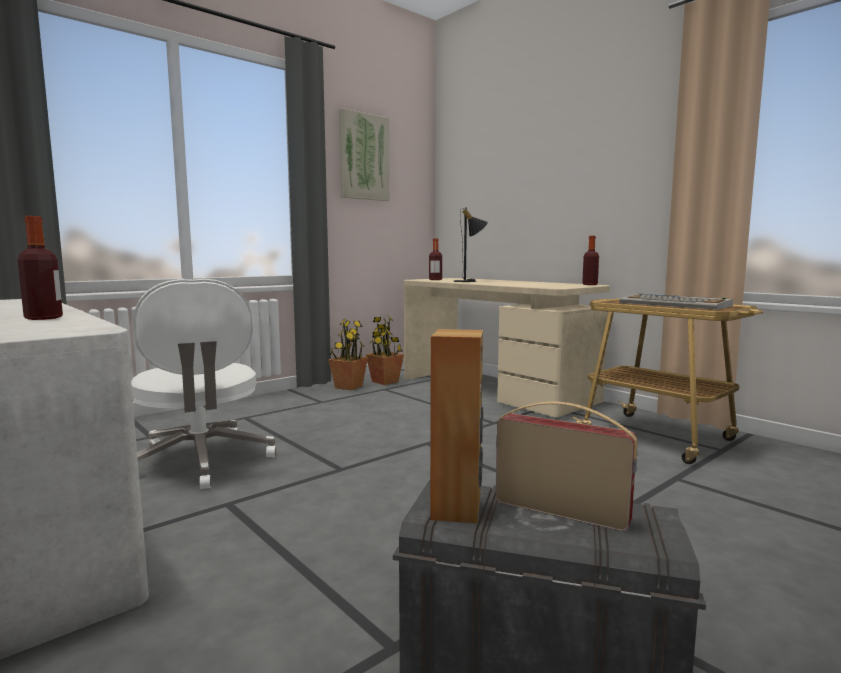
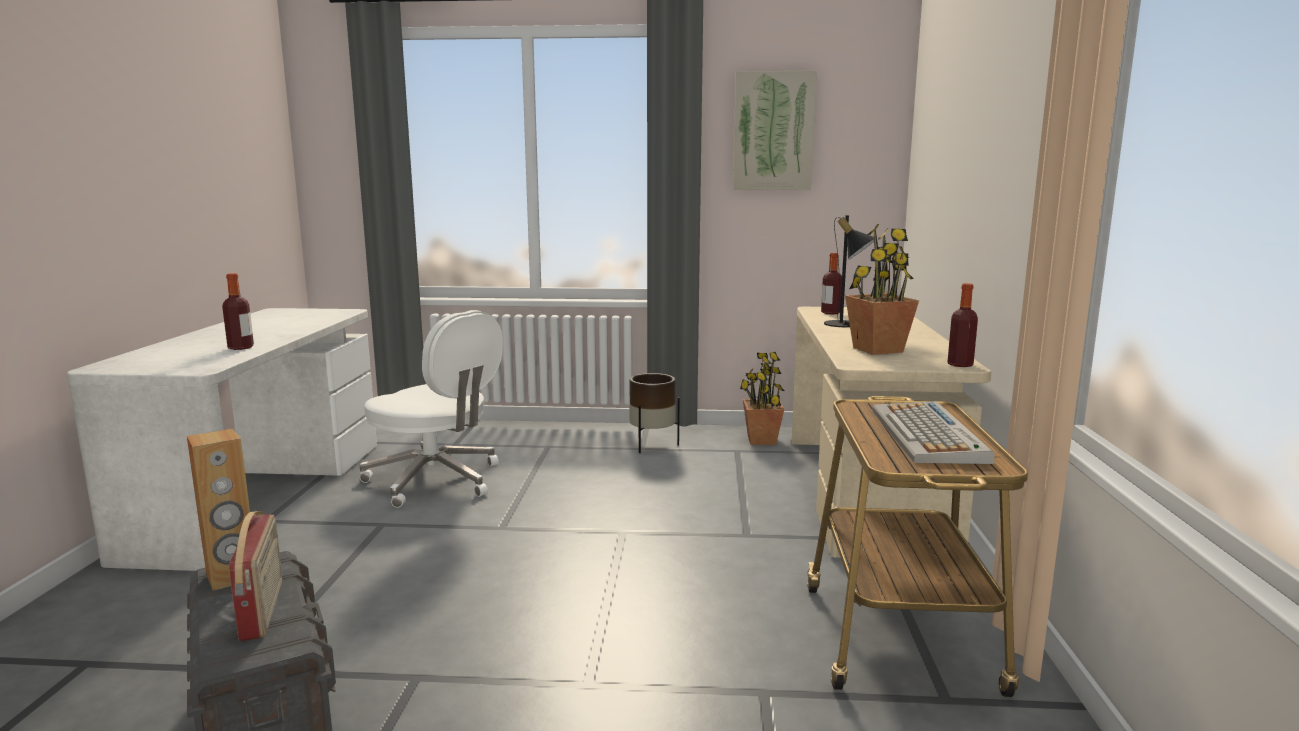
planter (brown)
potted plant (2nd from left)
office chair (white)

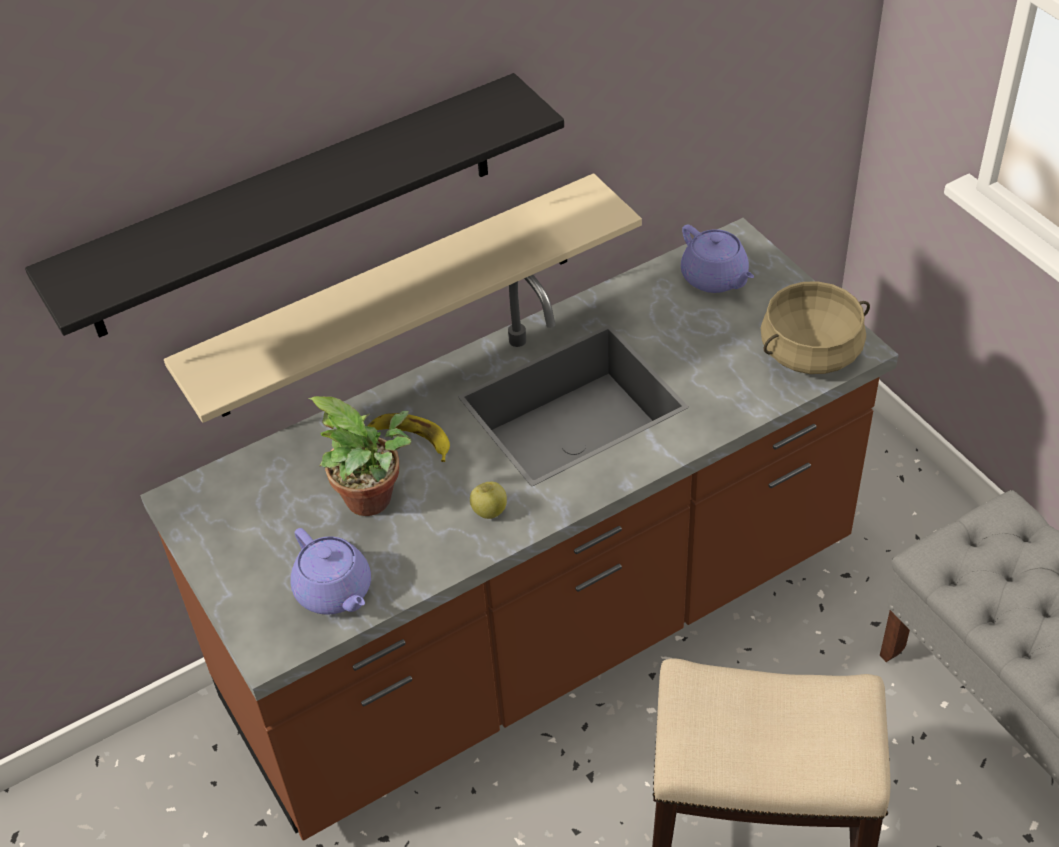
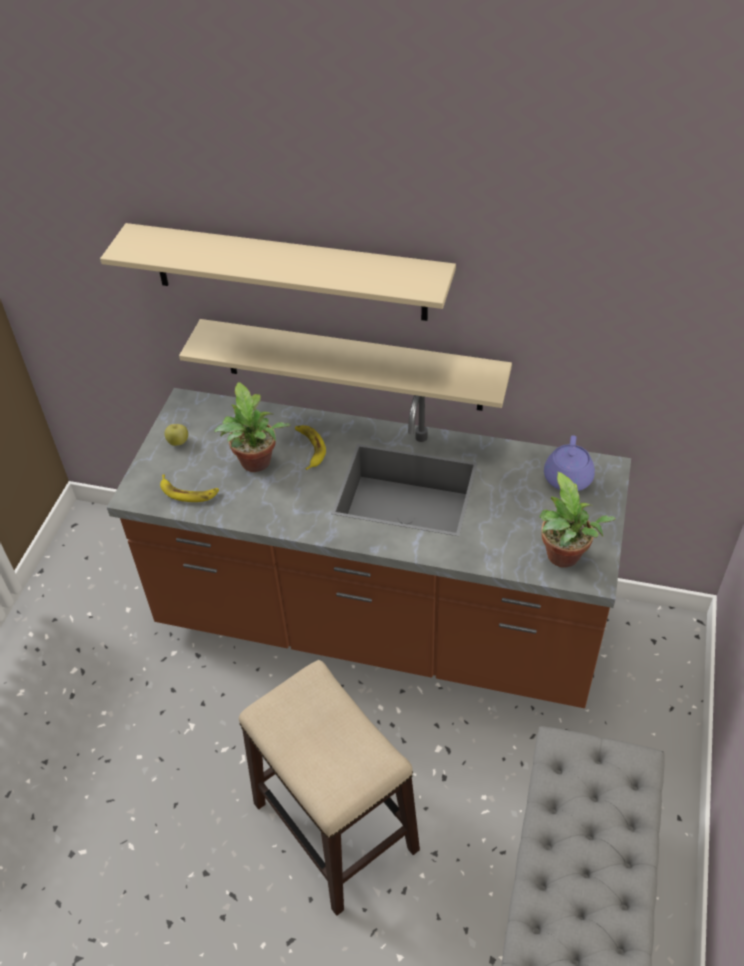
apple
banana (1st from left)
potted plant (2nd from left)
shelf (beige) (1st from left)

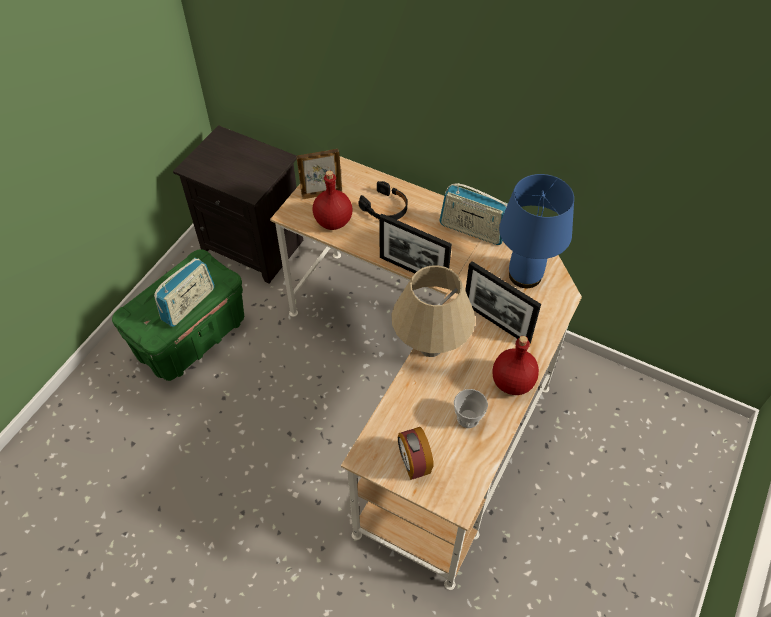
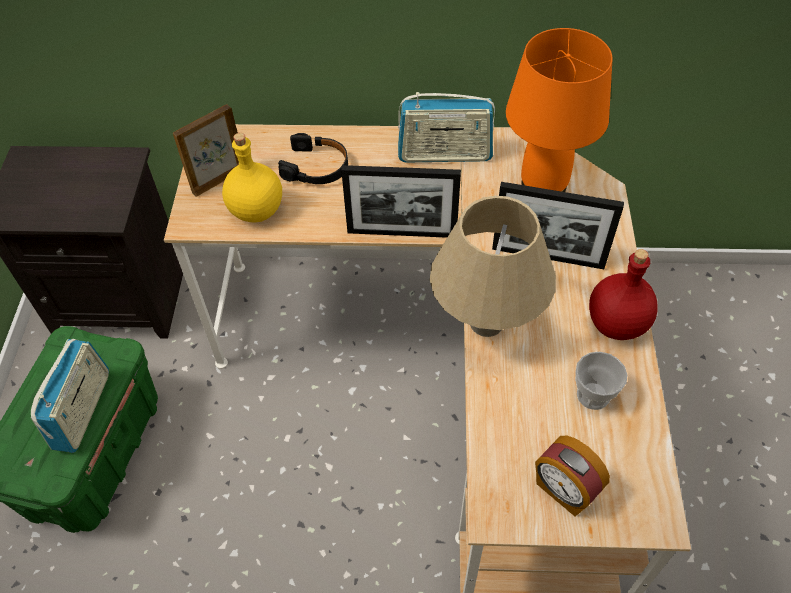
bottle (yellow)
table lamp (orange)

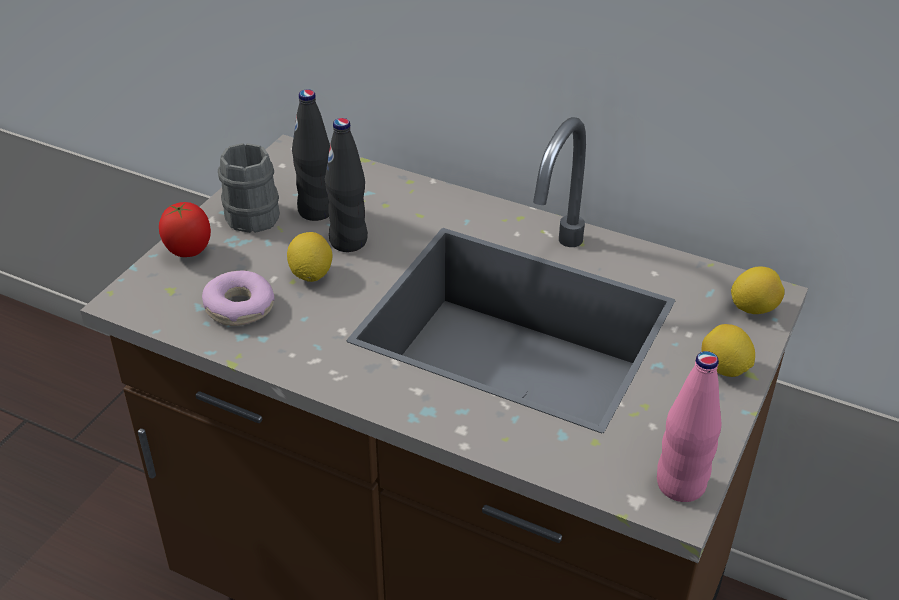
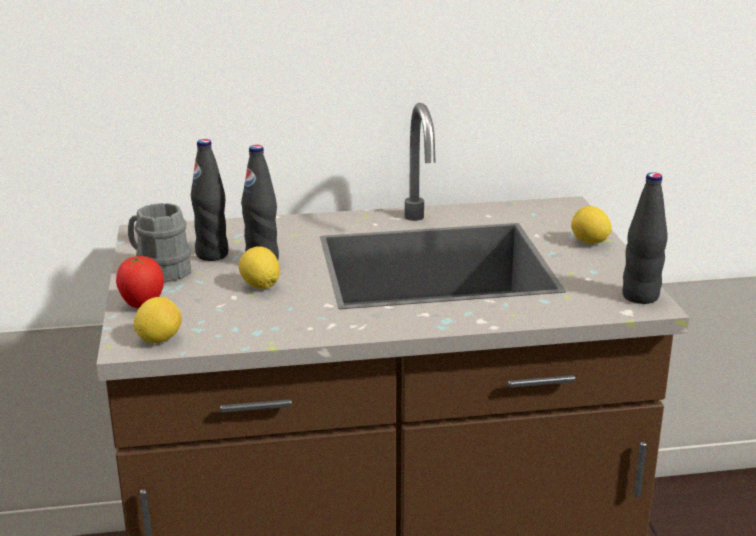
donut
lemon (1st from left)
bottle (black) (3rd from left)

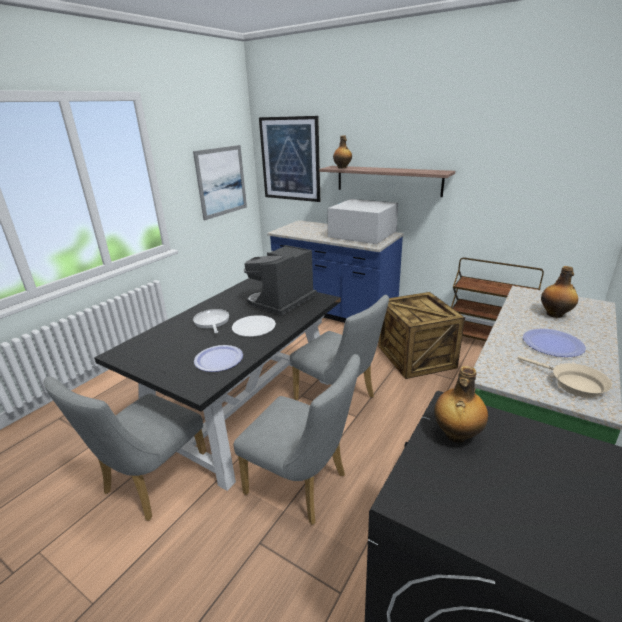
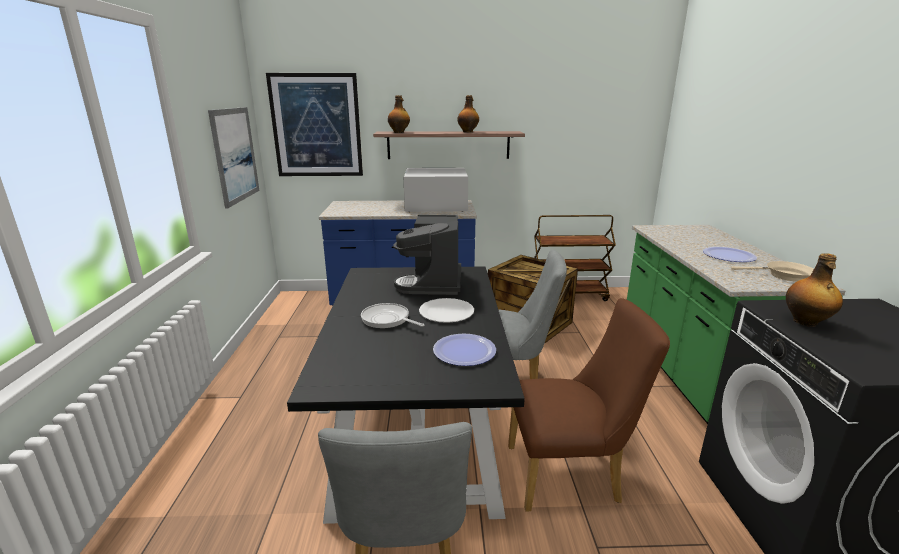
bottle (2nd from left)
chair (brown)

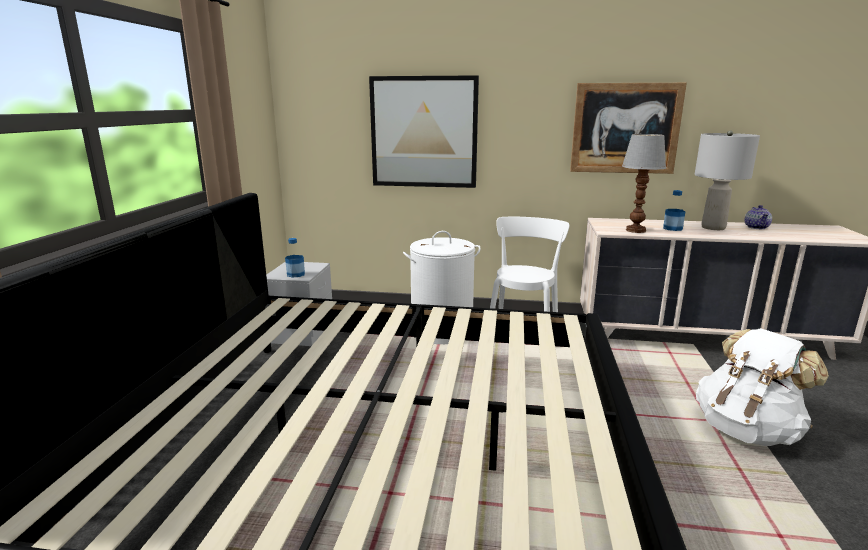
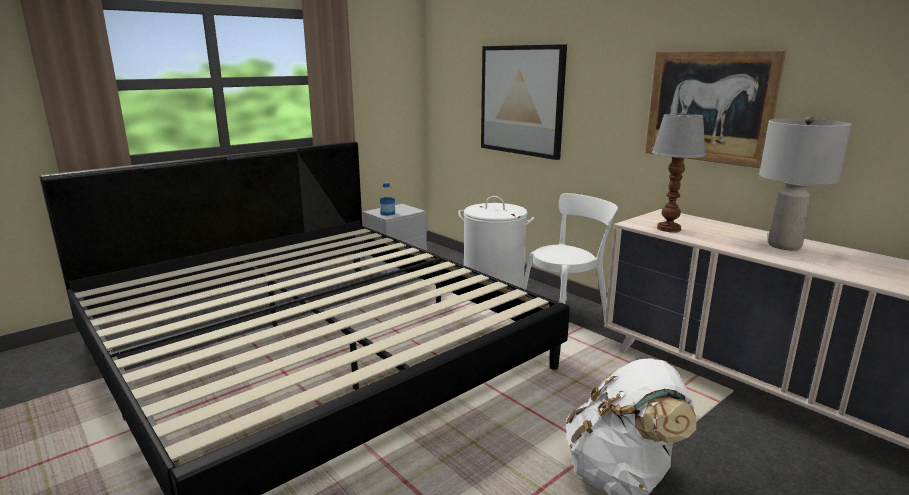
bottle (2nd from left in the first image)
teapot

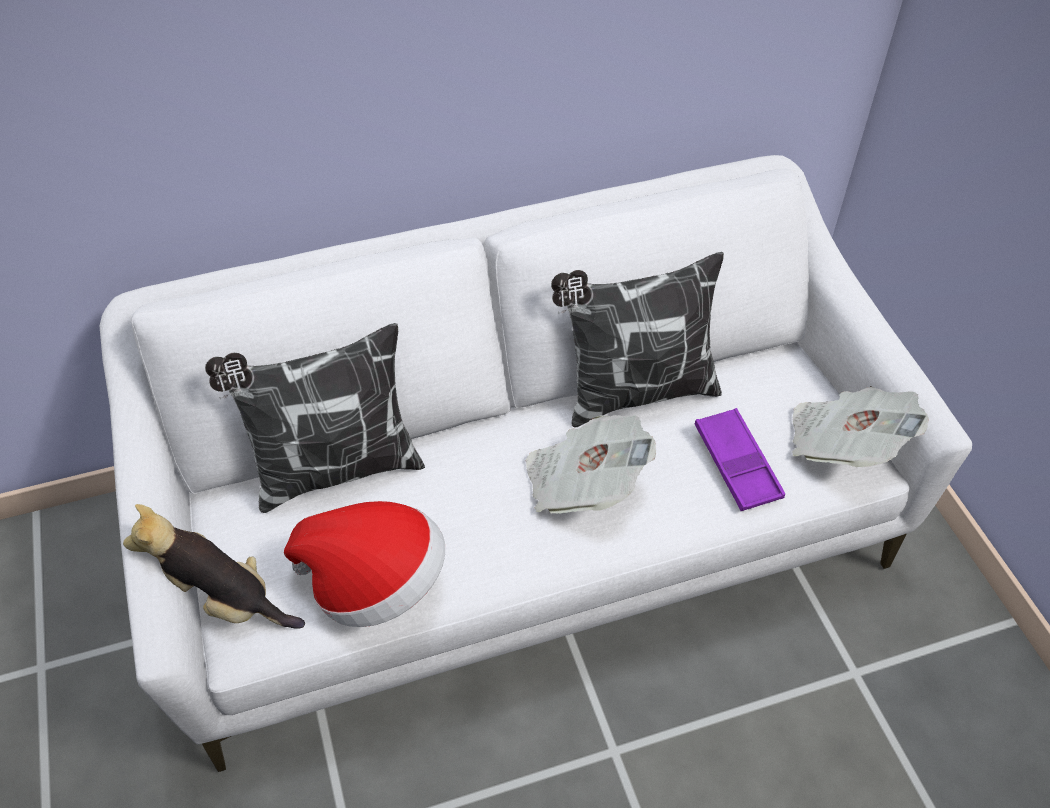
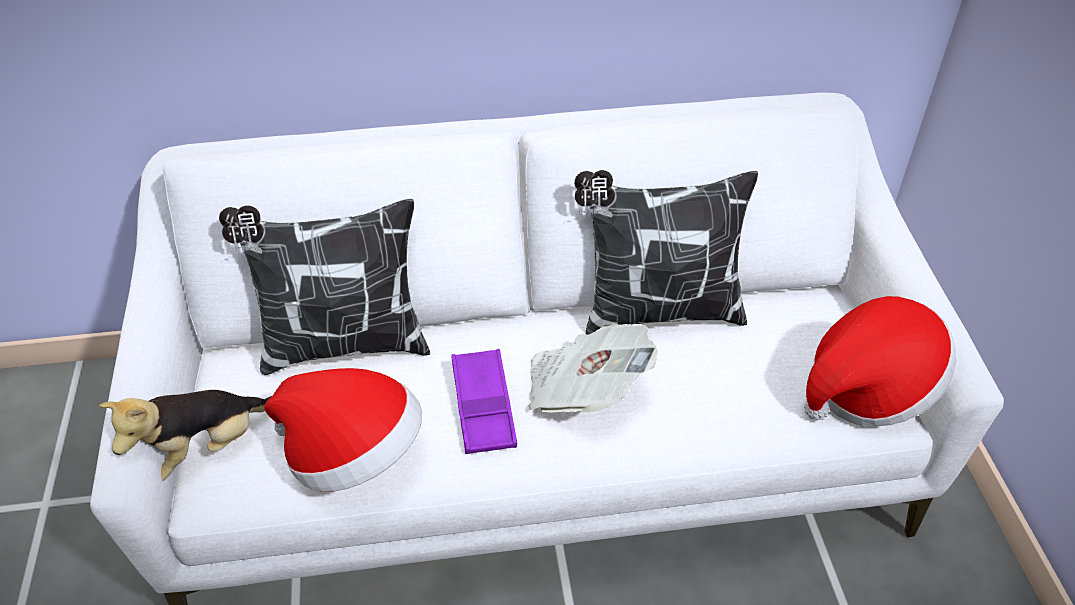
tray (purple)
hat (2nd from left)
plush toy

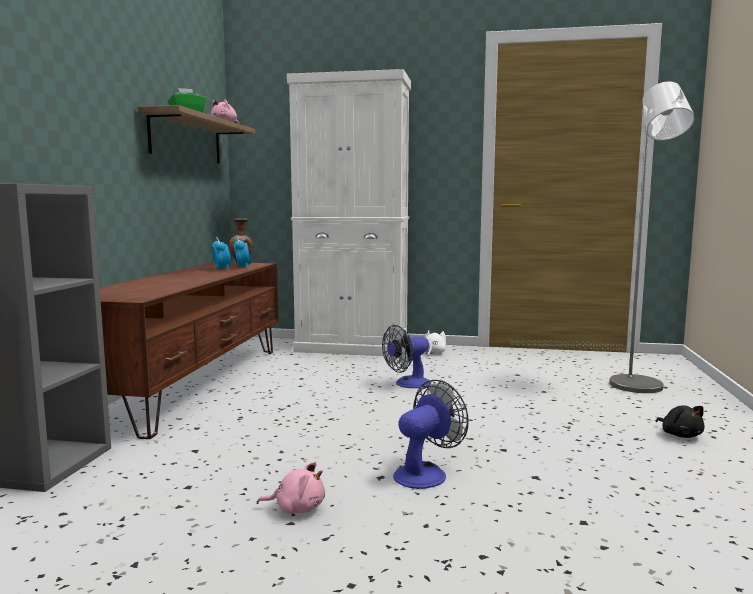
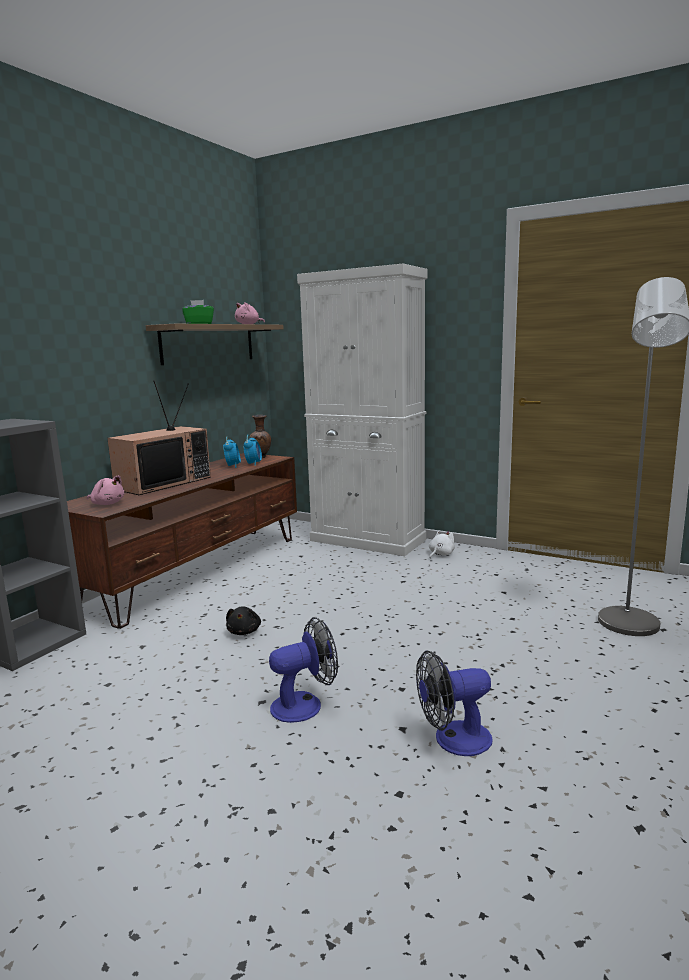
television
plush toy (pink) (1st from left)
fan (2nd from left)
plush toy (black)

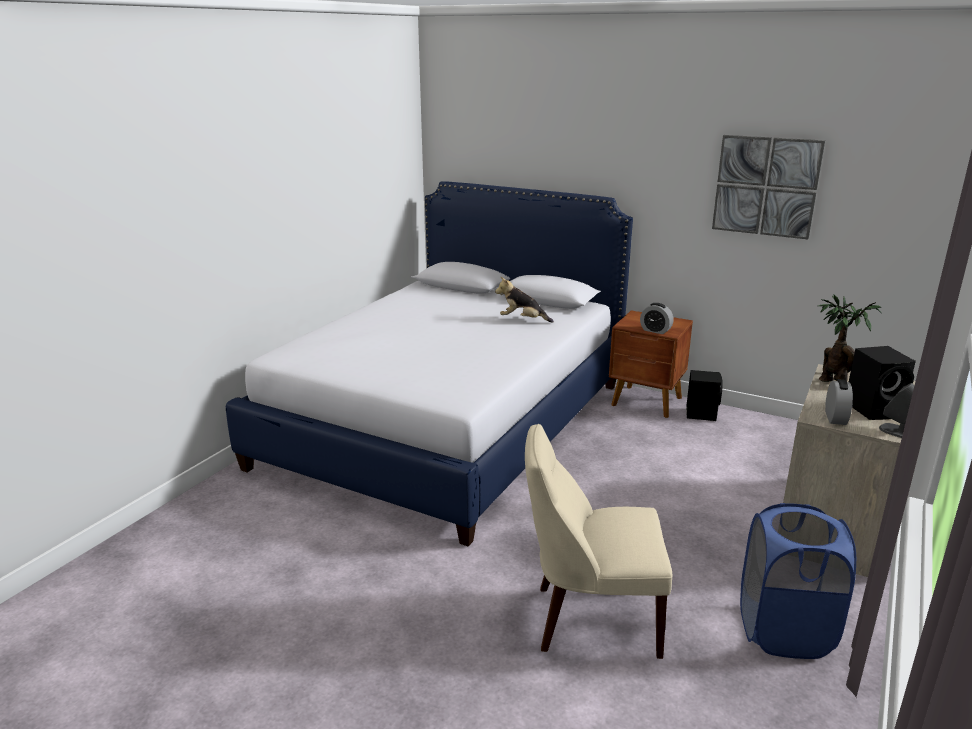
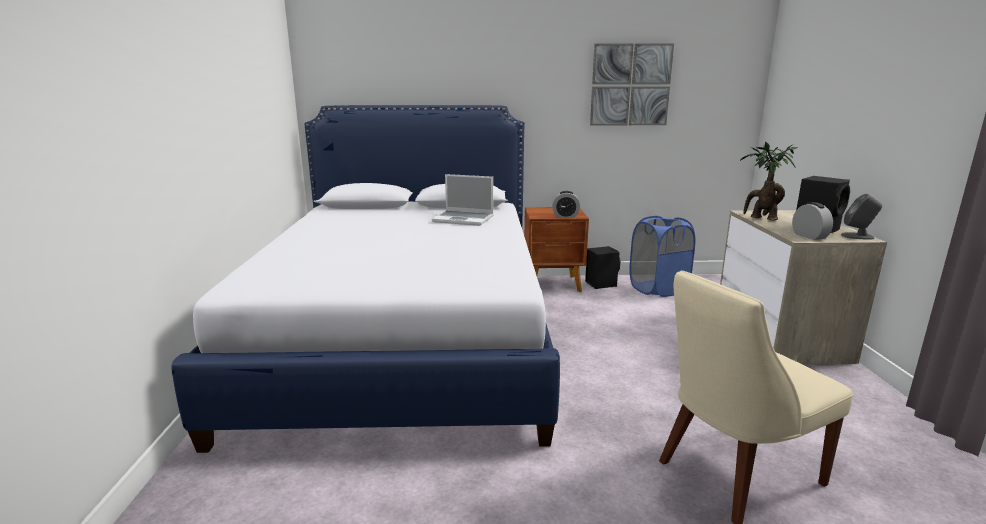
laundry basket (blue)
laptop

